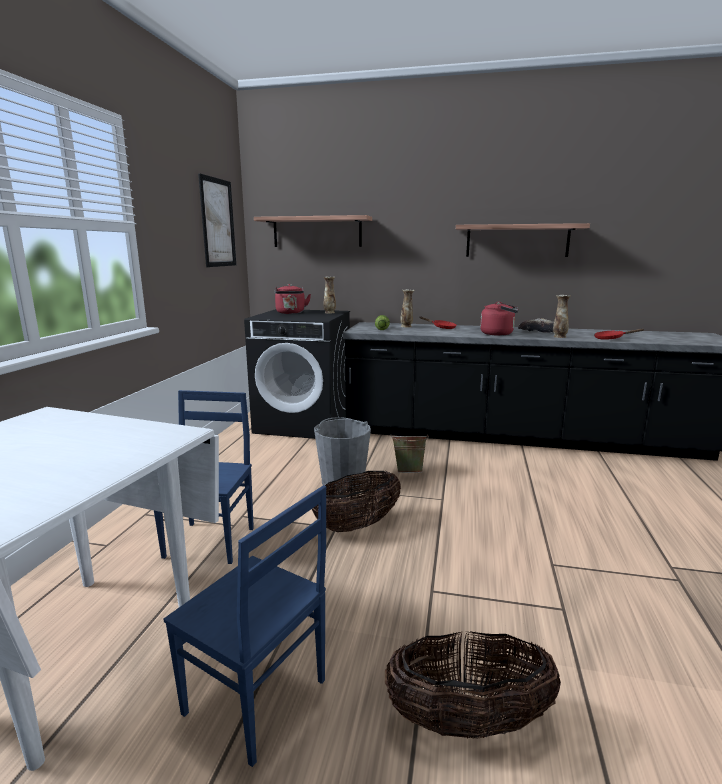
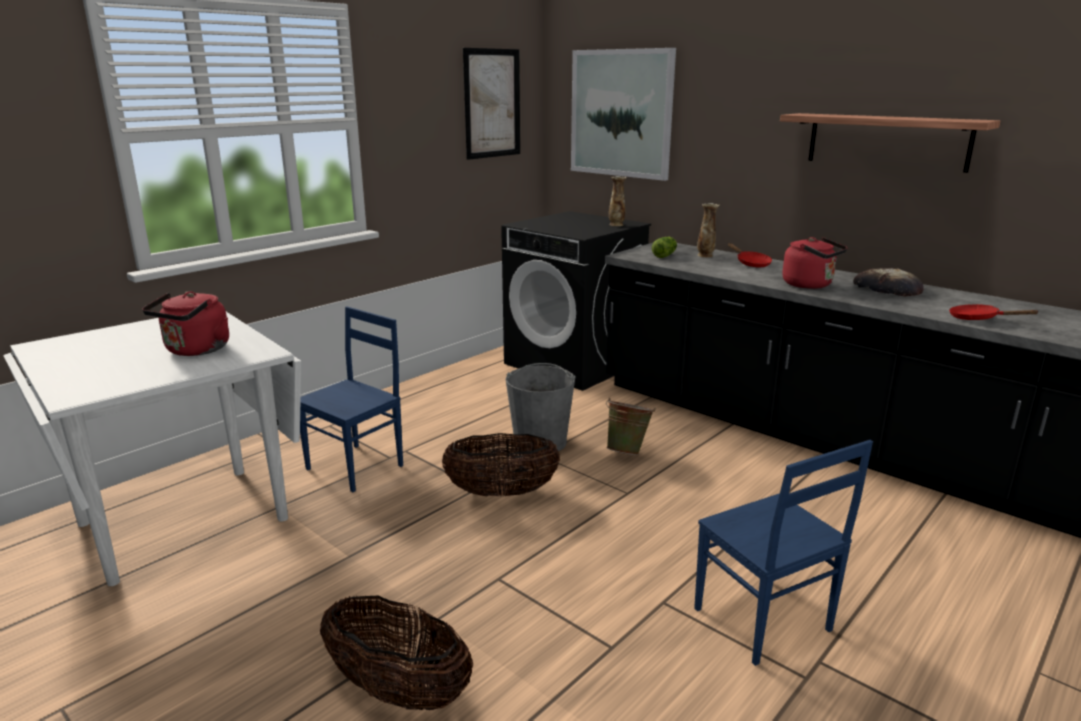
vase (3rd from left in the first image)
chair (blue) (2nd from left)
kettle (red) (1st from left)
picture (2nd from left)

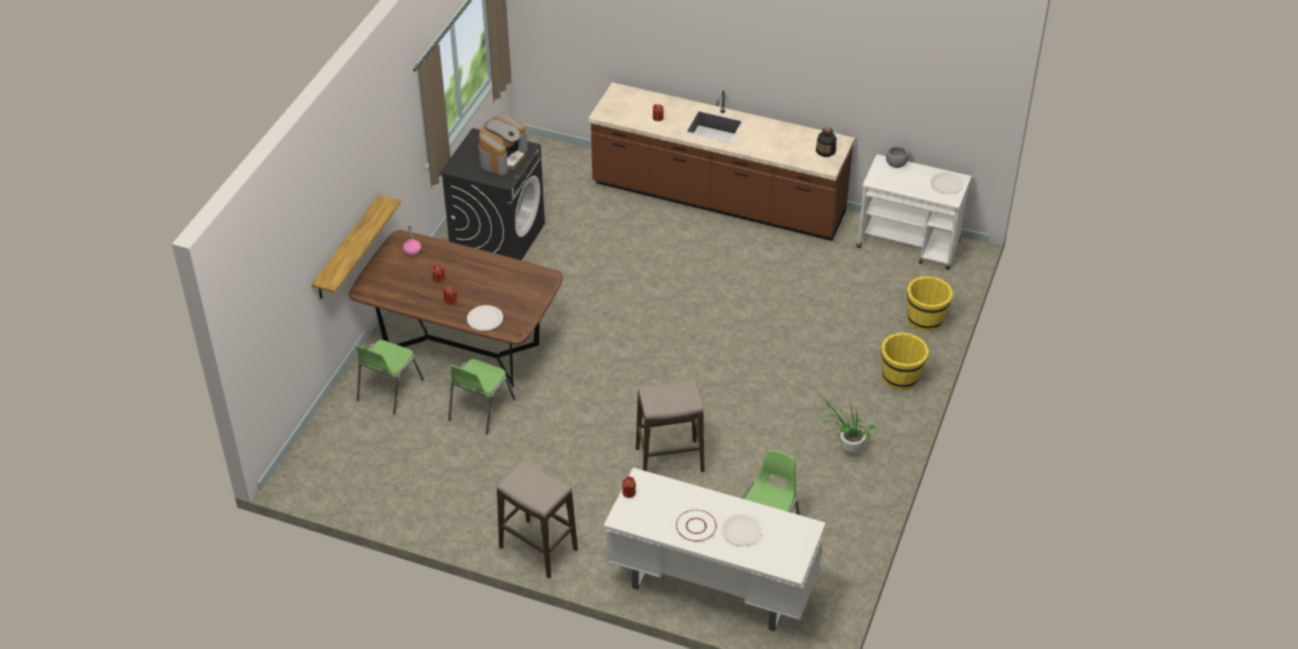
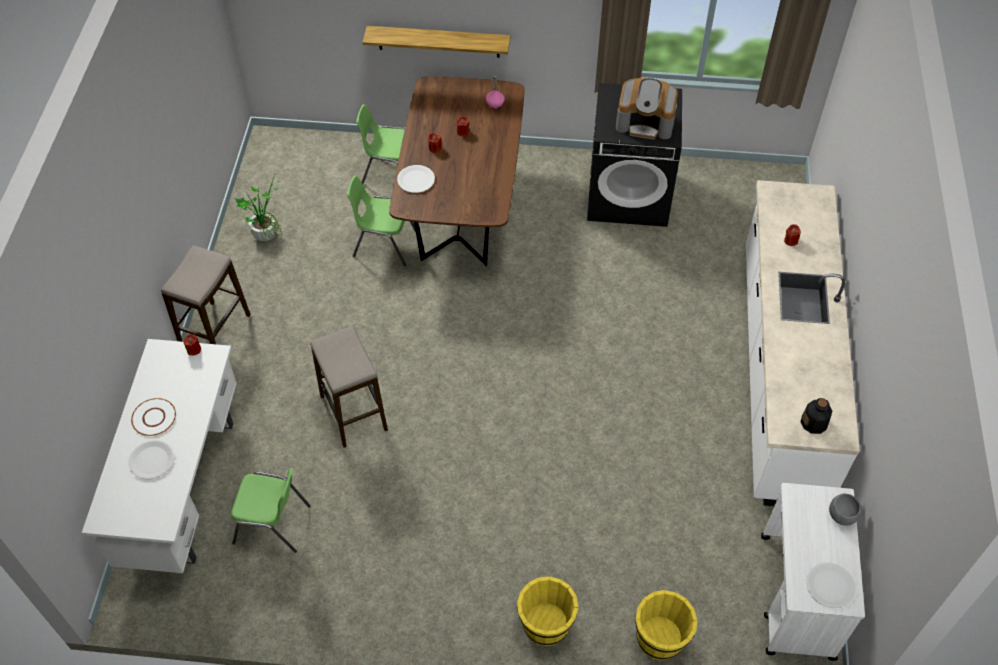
potted plant
counter (white)

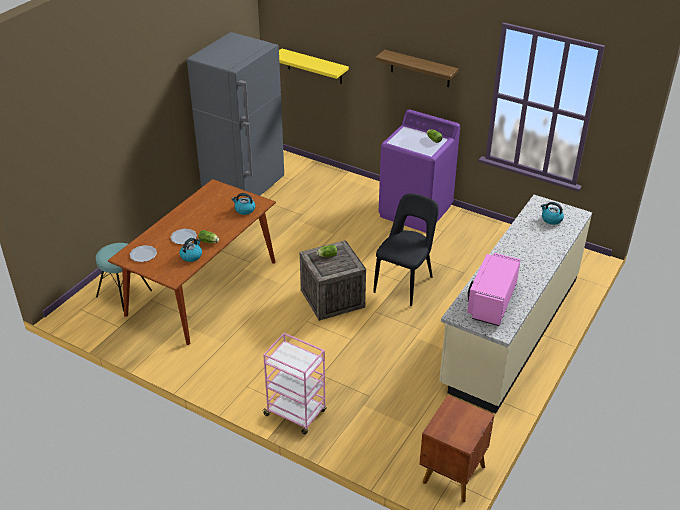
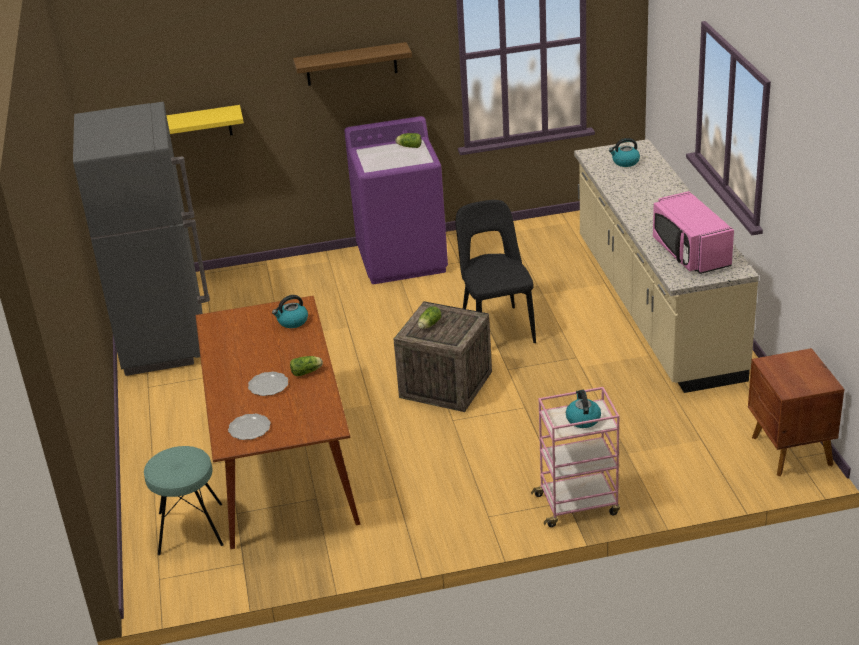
kettle (2nd from left)

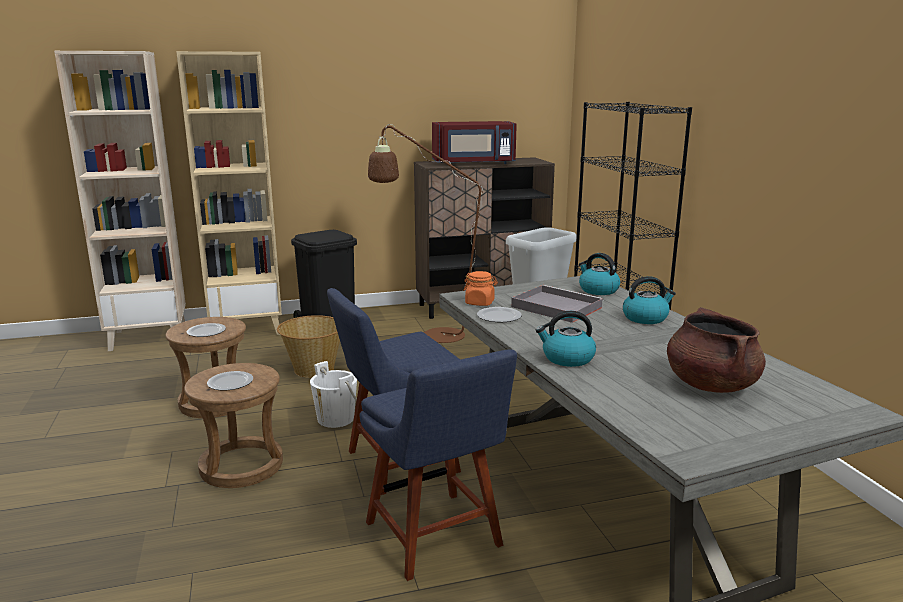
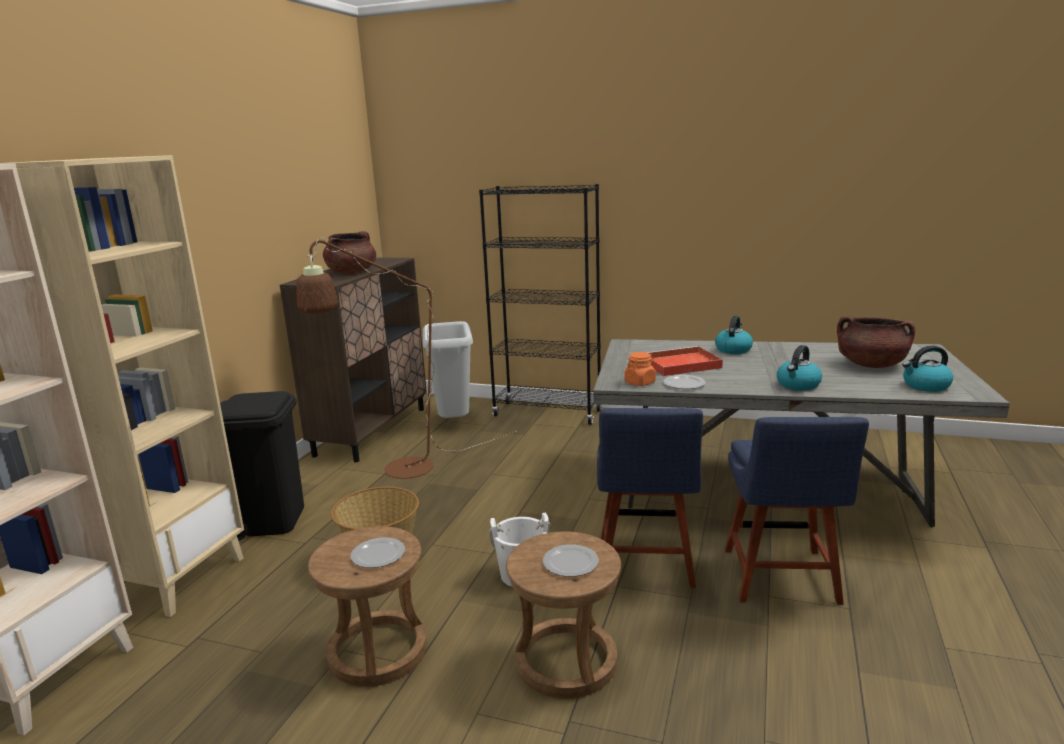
kettle (3rd from left)
cooking pot (brown) (1st from left)
tray (red)
chair (blue) (2nd from left)

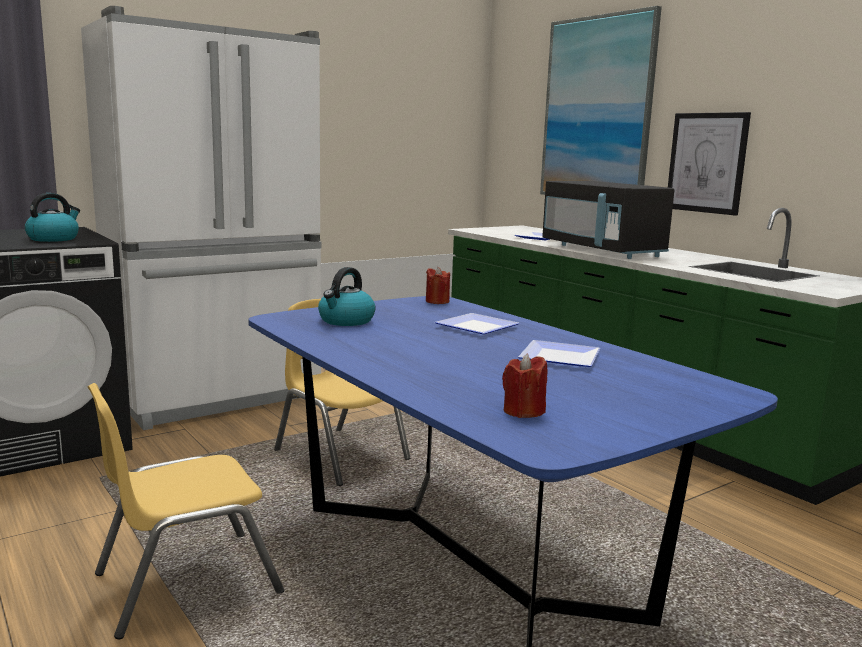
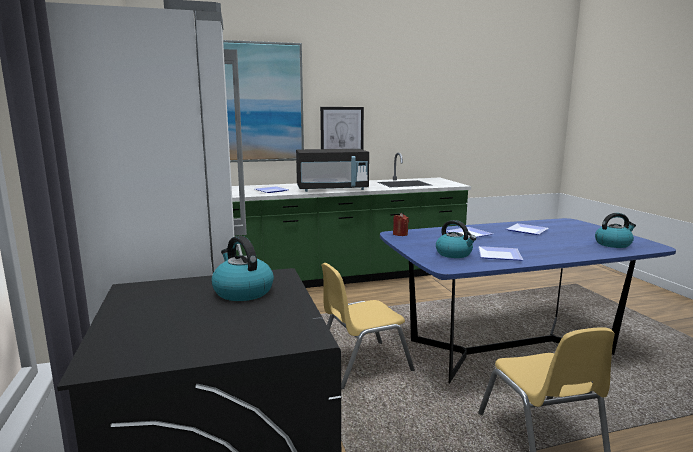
plate (3rd from left)
kettle (3rd from left)

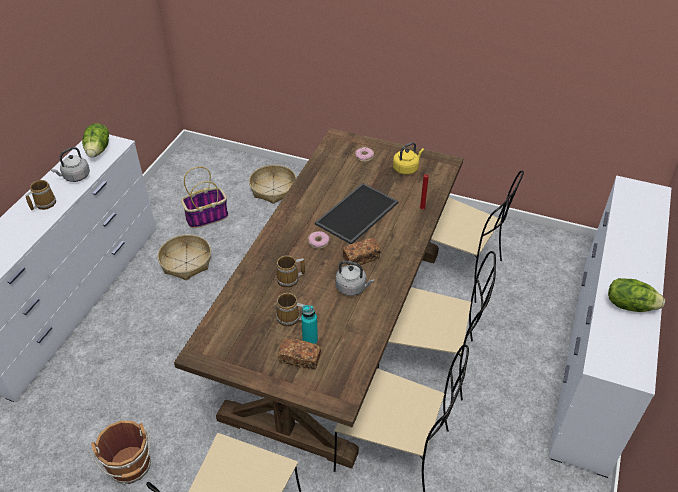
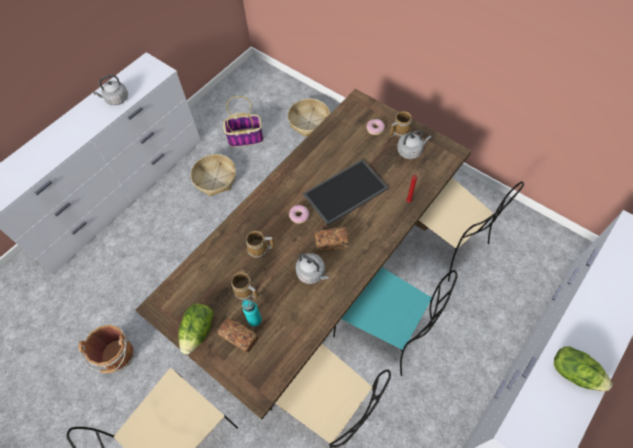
mug (3rd from left)
lettuce (1st from left)
chair (turquoise)
kettle (grey) (3rd from left)

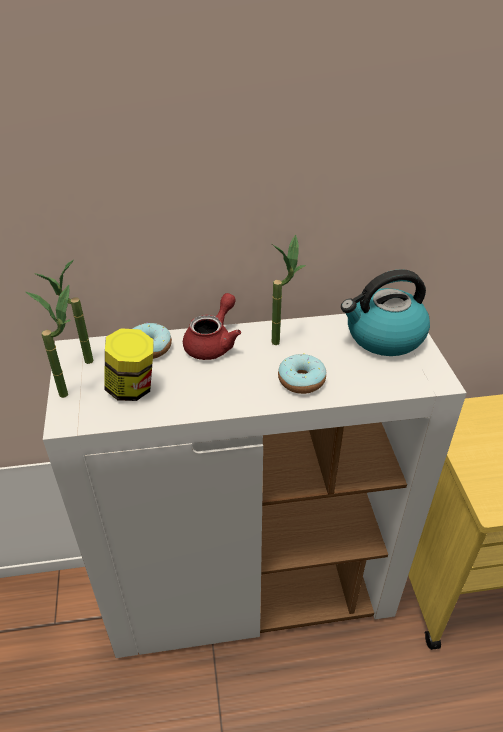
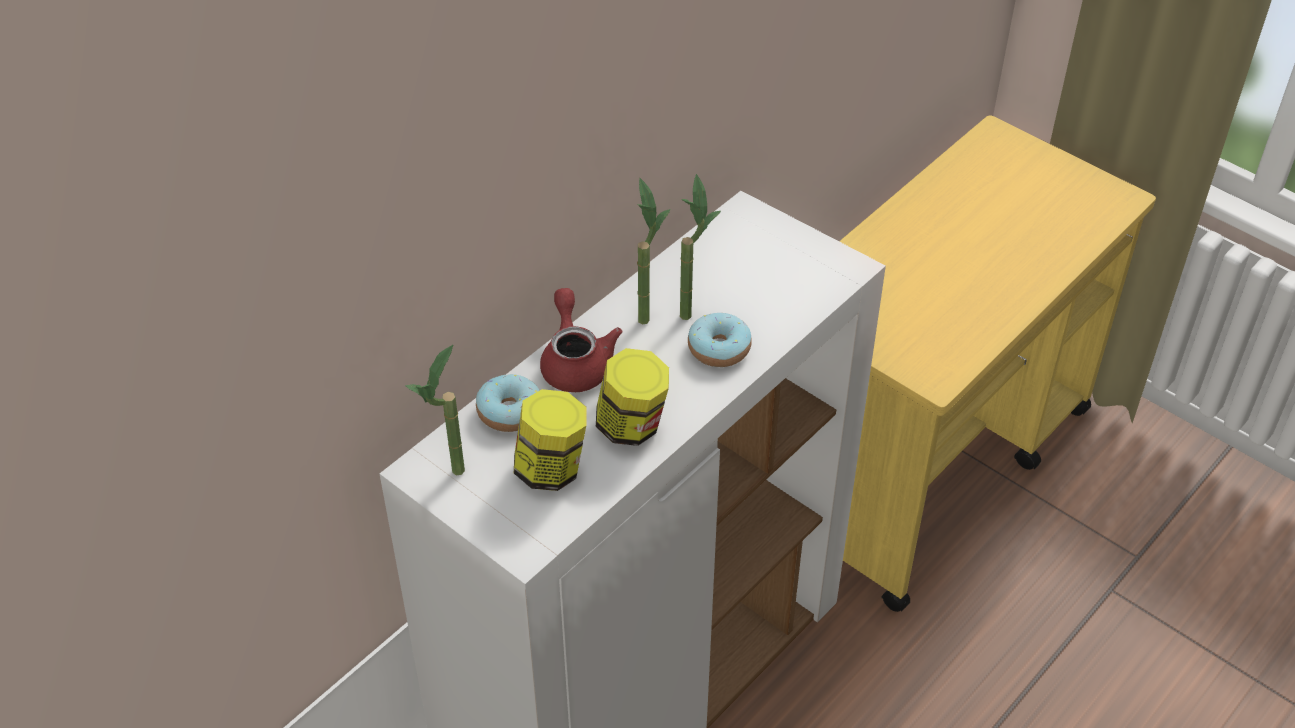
kettle
jar (2nd from left)
potted plant (3rd from left)

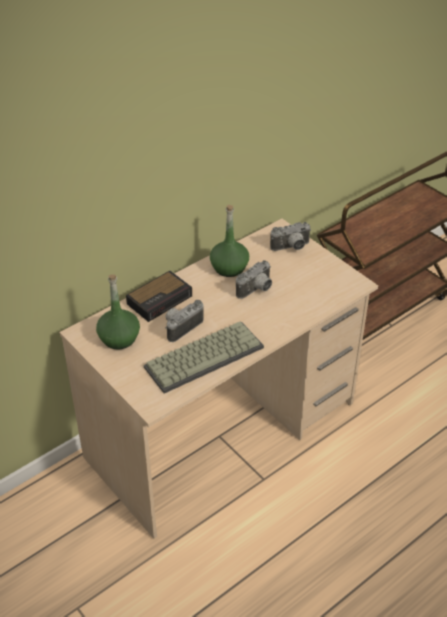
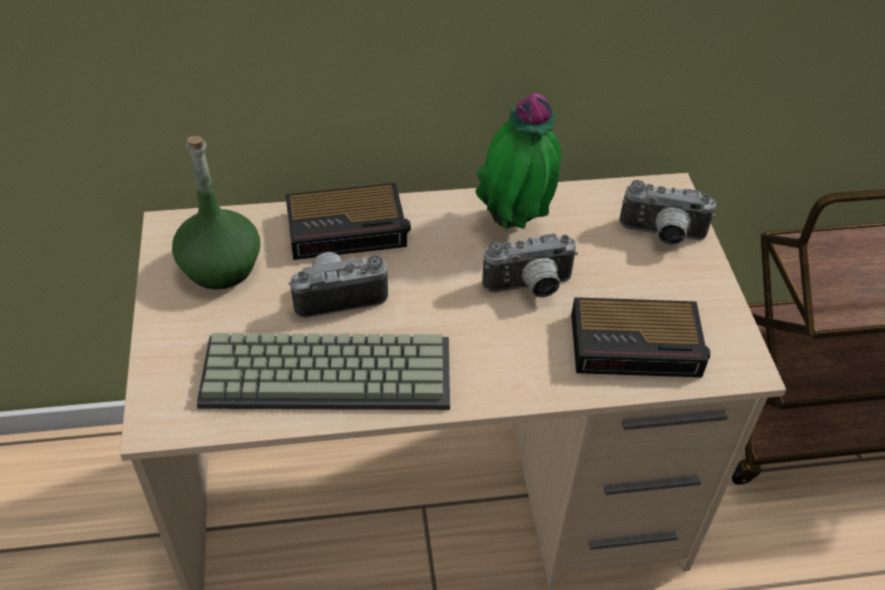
alarm clock (2nd from left)
potted plant

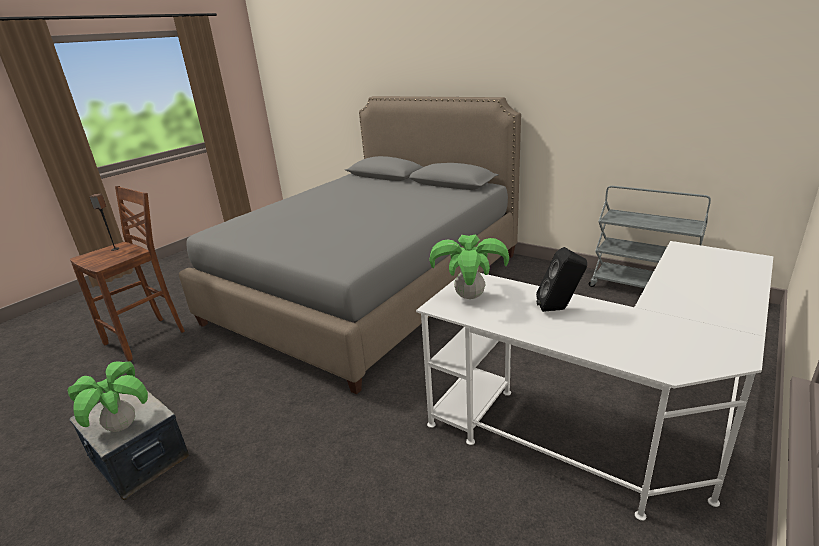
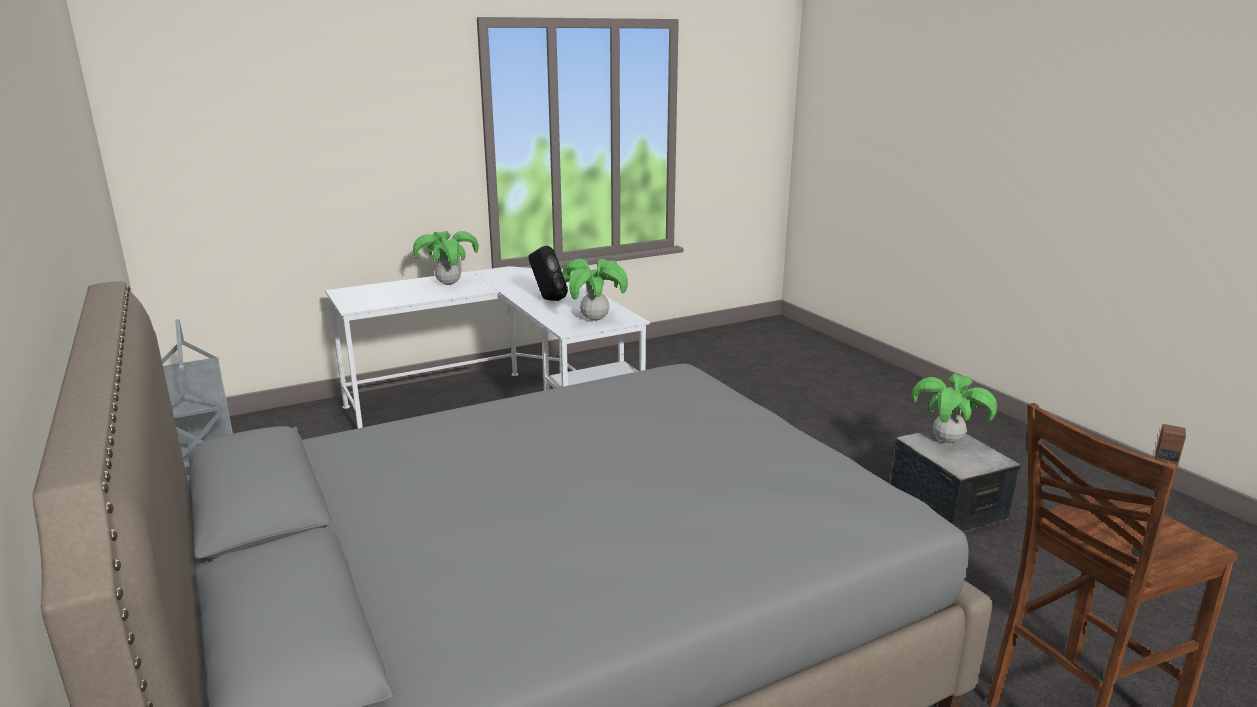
potted plant (1st from left)

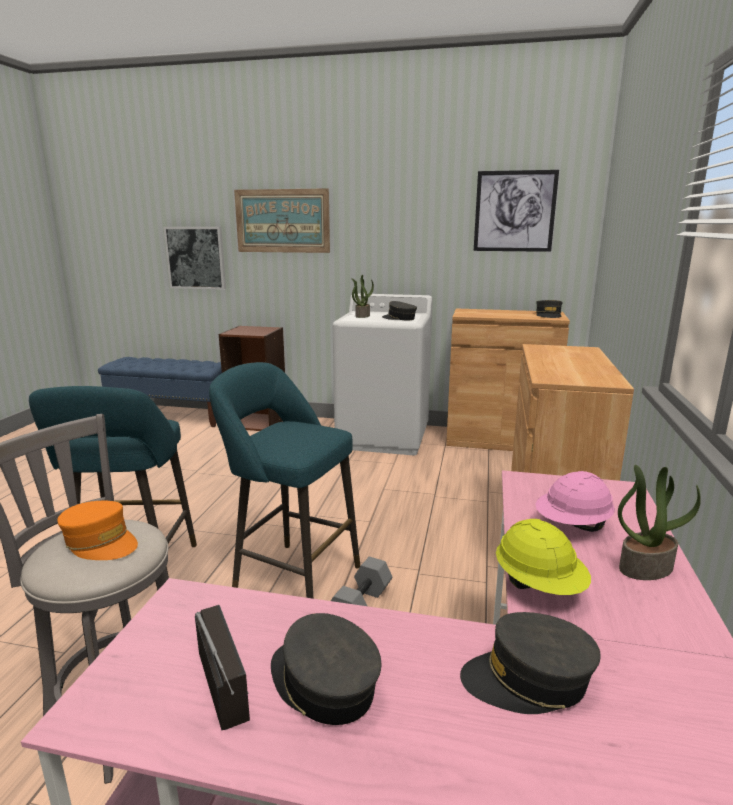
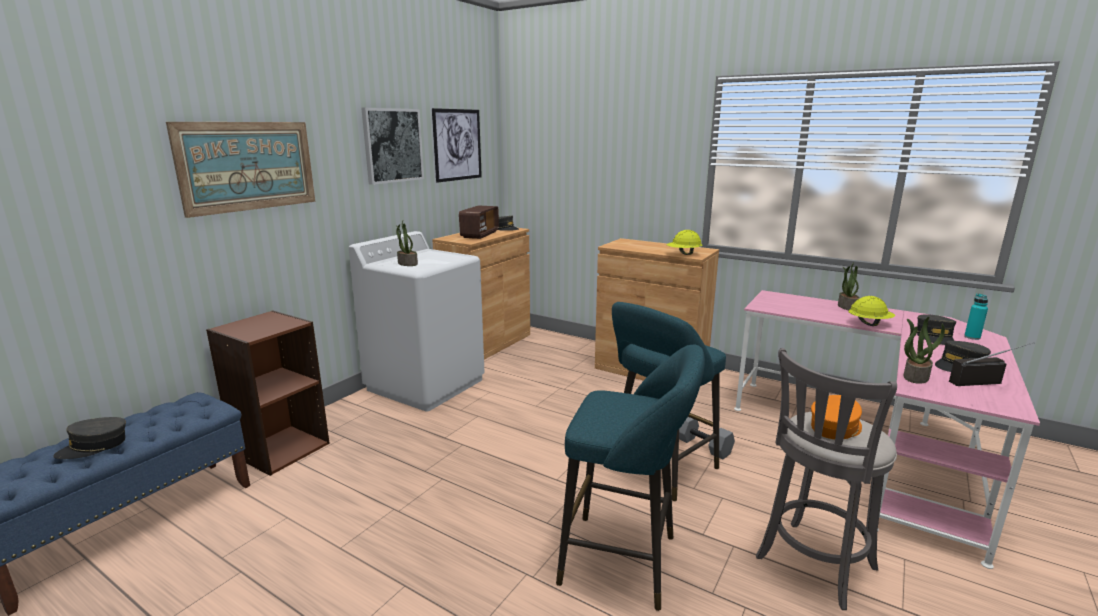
hard hat (pink)
radio (1st from left)
hard hat (yellow) (1st from left)
potted plant (3rd from left)
bottle (turquoise)
picture (2nd from left)
cap (grey) (1st from left)

